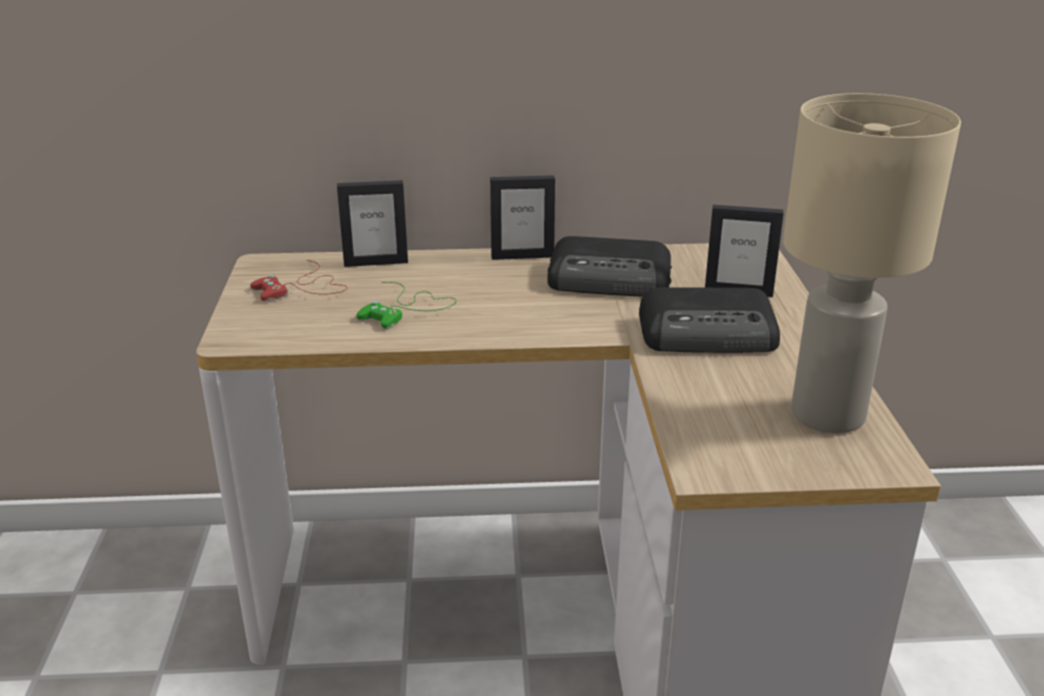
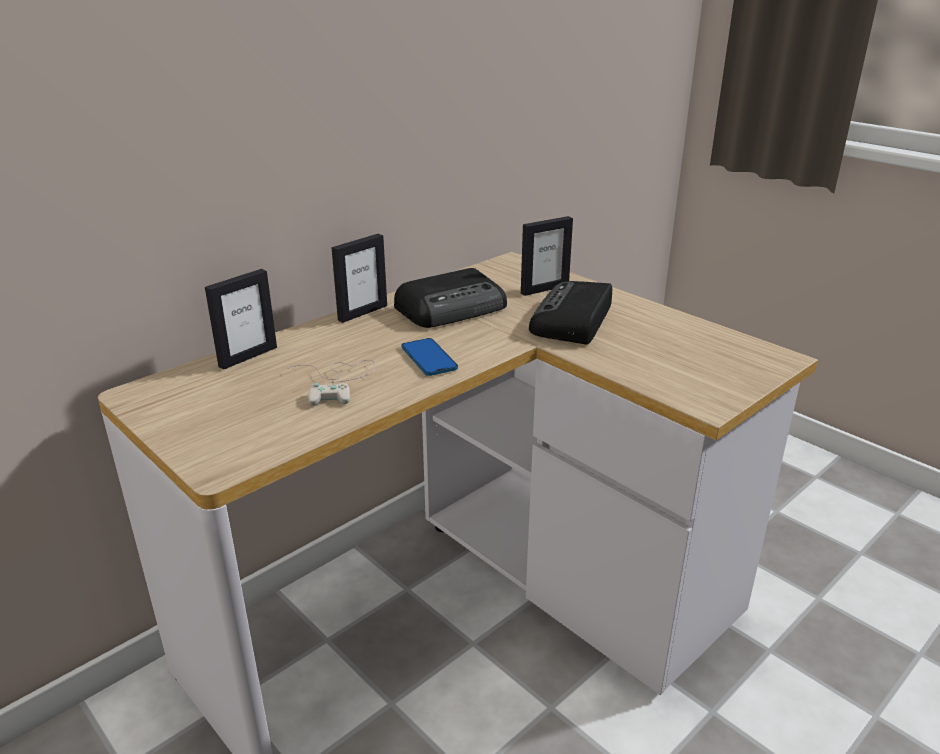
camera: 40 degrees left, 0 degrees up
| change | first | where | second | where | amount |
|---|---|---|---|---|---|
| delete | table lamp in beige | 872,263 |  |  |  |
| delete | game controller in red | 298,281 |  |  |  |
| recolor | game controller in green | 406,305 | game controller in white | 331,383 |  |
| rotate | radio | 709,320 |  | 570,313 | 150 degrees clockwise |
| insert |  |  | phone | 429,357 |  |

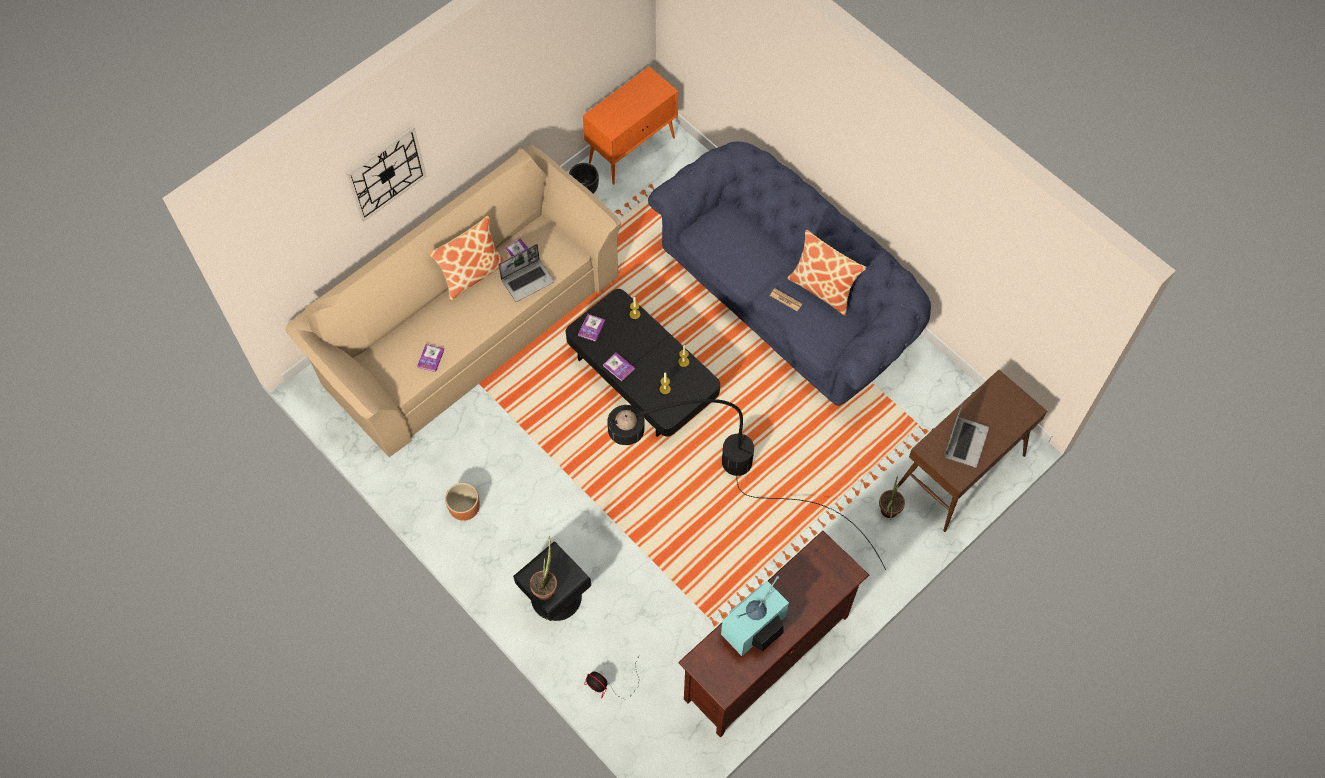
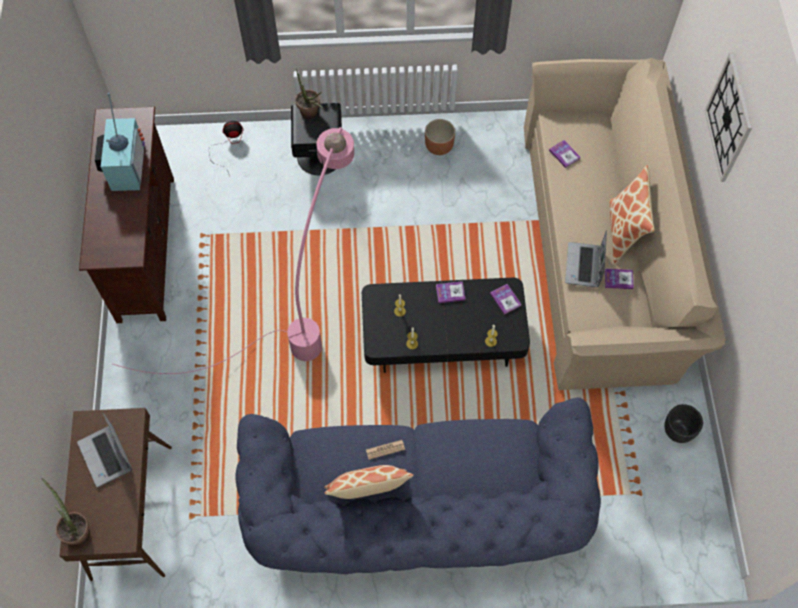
camera: 130 degrees right, 0 degrees up
| change | first | where | second | where | amount |
|---|---|---|---|---|---|
| delete | cabinet in orange | 630,125 |  |  |  |
| recolor | floor lamp in black | 747,484 | floor lamp in pink | 233,250 |  |
| move | potted plant | 892,498 |  | 66,511 |  |

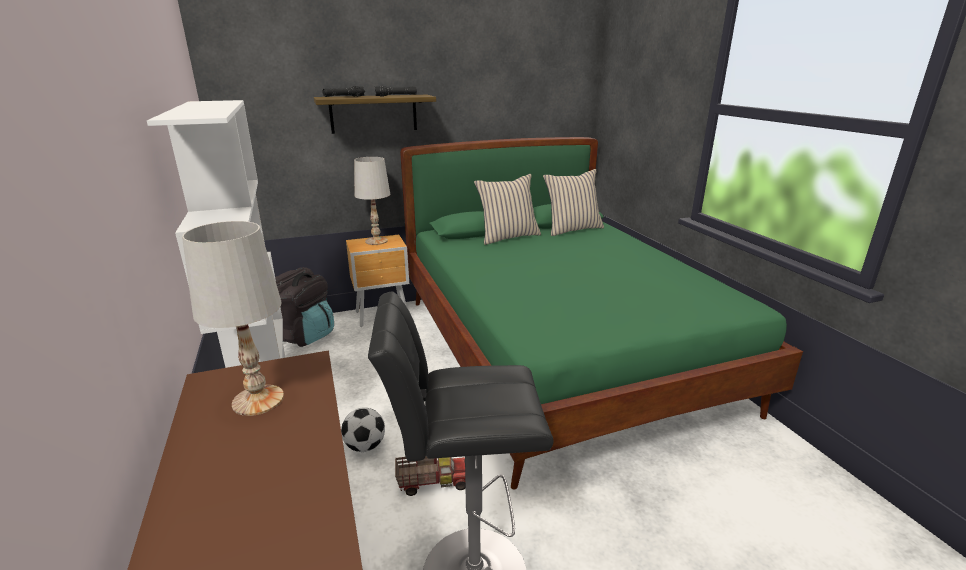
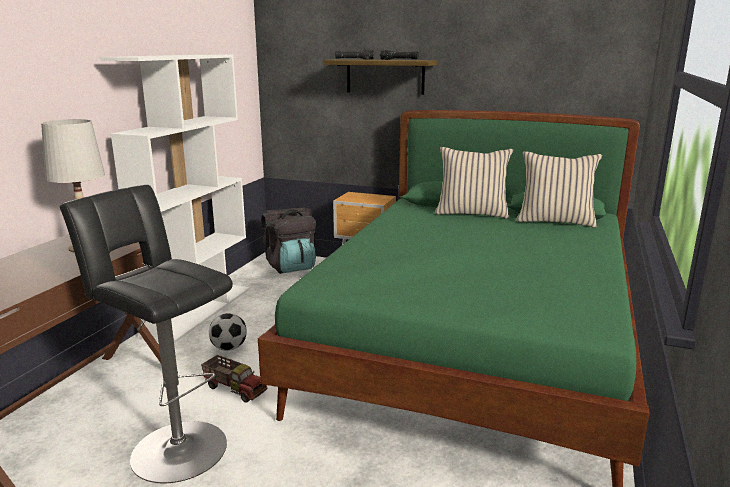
camera: 40 degrees right, 5 degrees down
| change | first | where | second | where | amount |
|---|---|---|---|---|---|
| delete | table lamp in white | 372,201 |  |  |  |

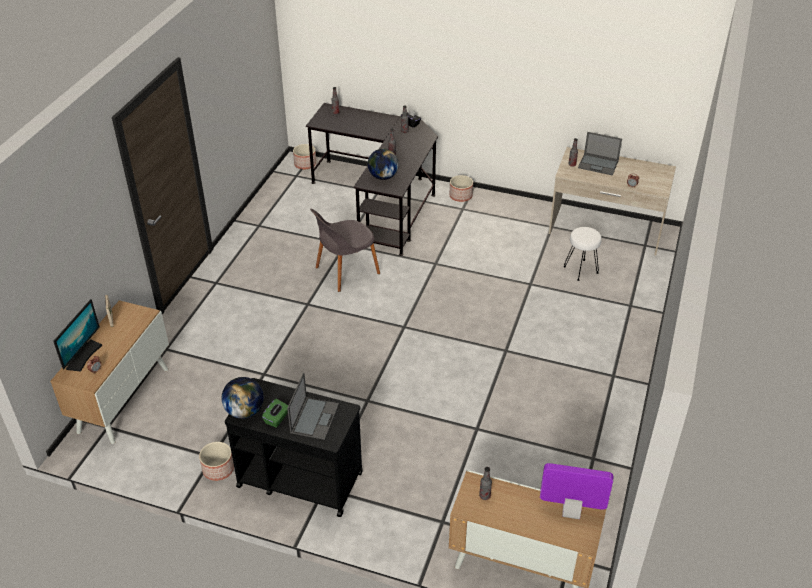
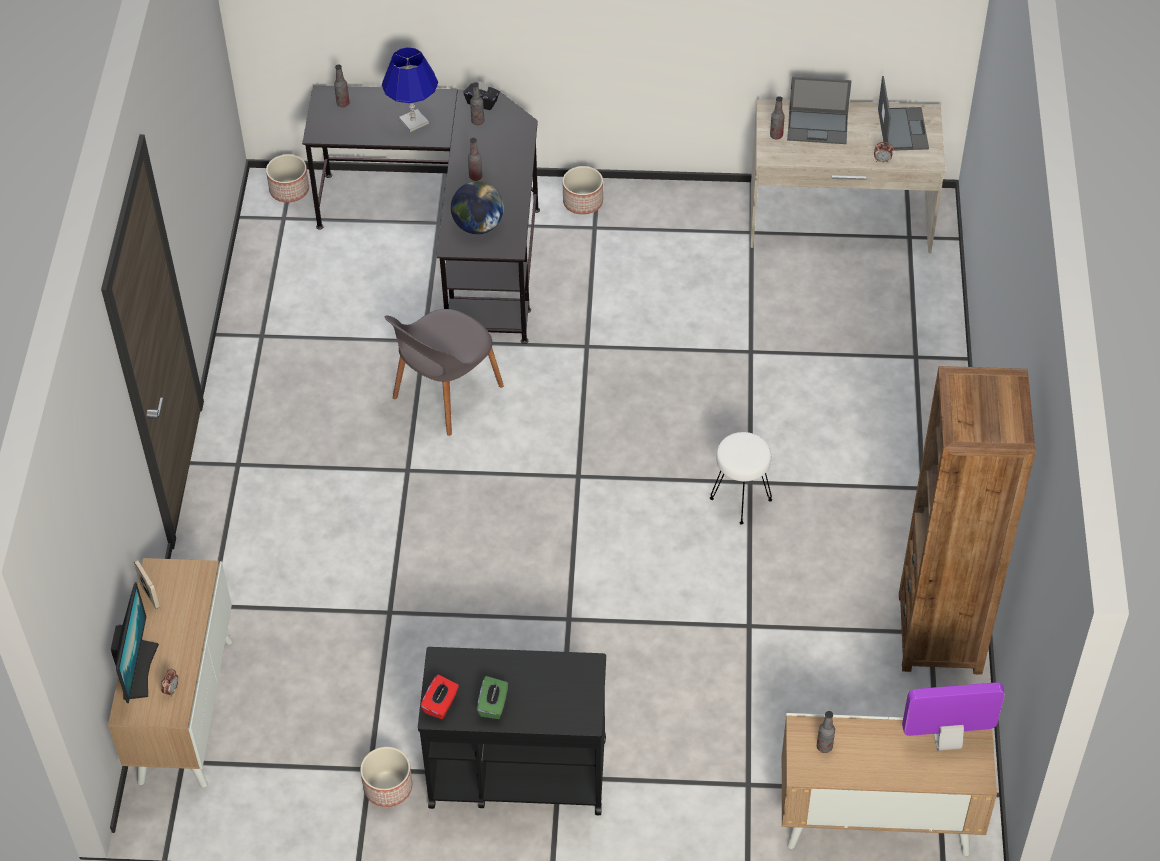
camera: 15 degrees left, 10 degrees up
| change | first | where | second | where | amount |
|---|---|---|---|---|---|
| move | stool in white | 583,254 |  | 741,478 |  |
| move | laptop | 313,406 |  | 903,113 |  |
| replace | globe | 243,398 | tissue box in red | 439,696 |  |
| insert |  |  | table lamp in blue | 410,89 |  |
| insert |  |  | bookcase in brown | 967,520 |  |

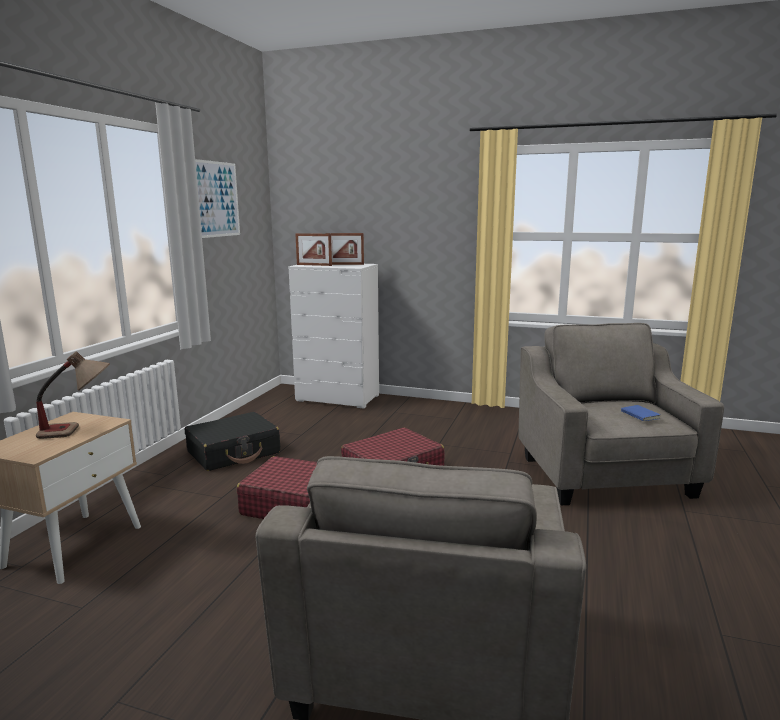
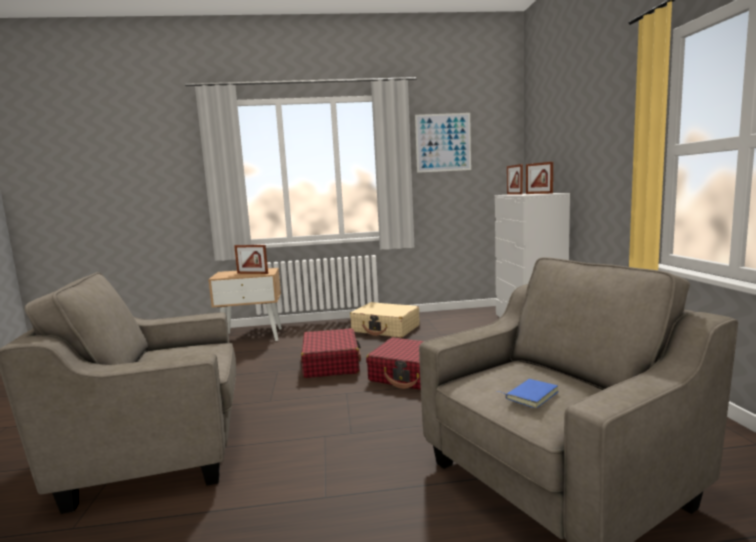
camera: 65 degrees right, 5 degrees down
| change | first | where | second | where | amount |
|---|---|---|---|---|---|
| replace | table lamp | 73,395 | picture frame | 251,259 |  |
| recolor | suitcase in black | 232,441 | suitcase in beige | 385,320 |  |

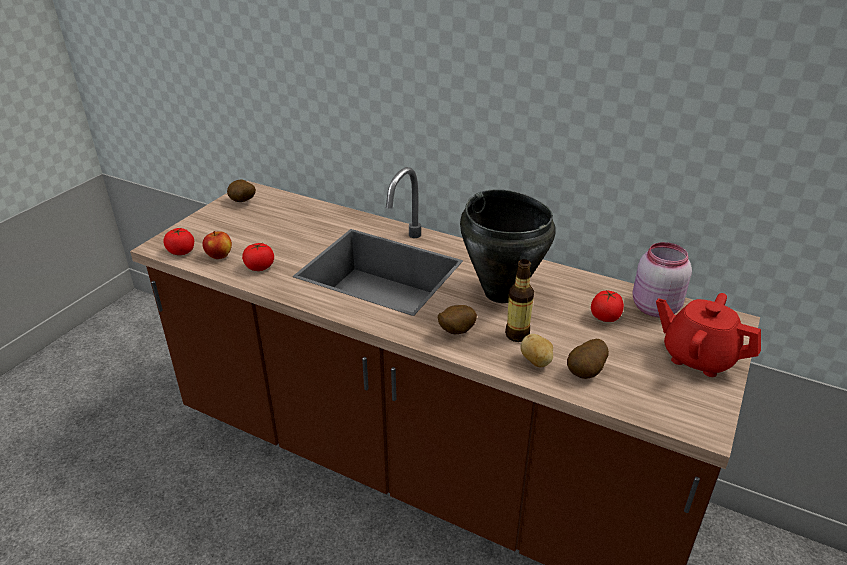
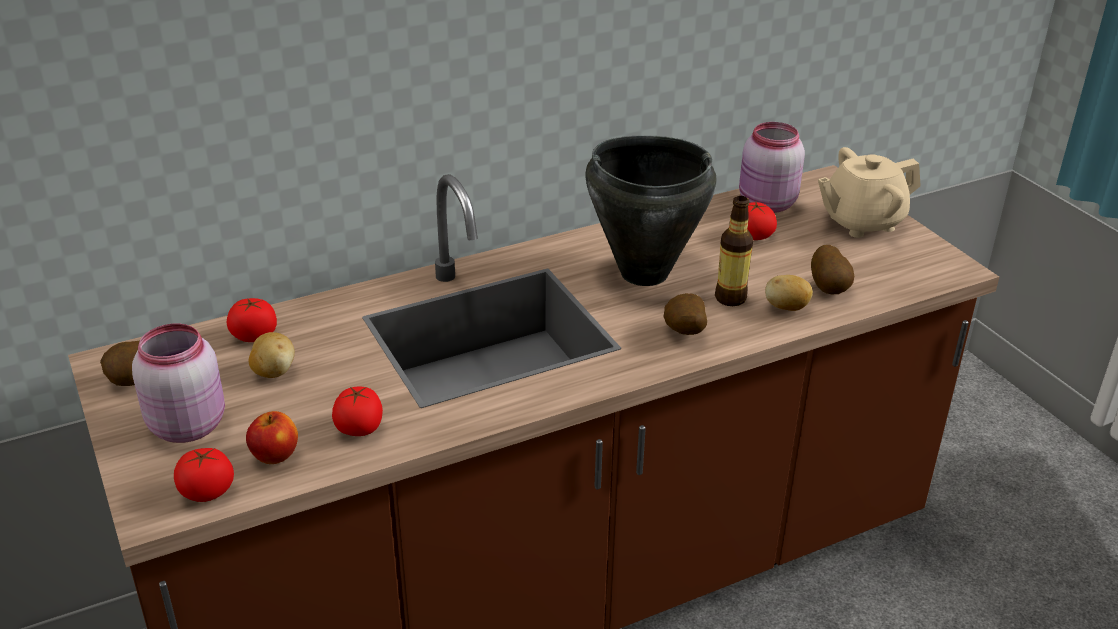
camera: 55 degrees left, 0 degrees up
| change | first | where | second | where | amount |
|---|---|---|---|---|---|
| recolor | teapot in red | 708,335 | teapot in beige | 869,192 |  |
| insert |  |  | tomato | 251,320 |  |
| insert |  |  | jar in pink | 178,383 |  |
| insert |  |  | potato | 272,355 |  |

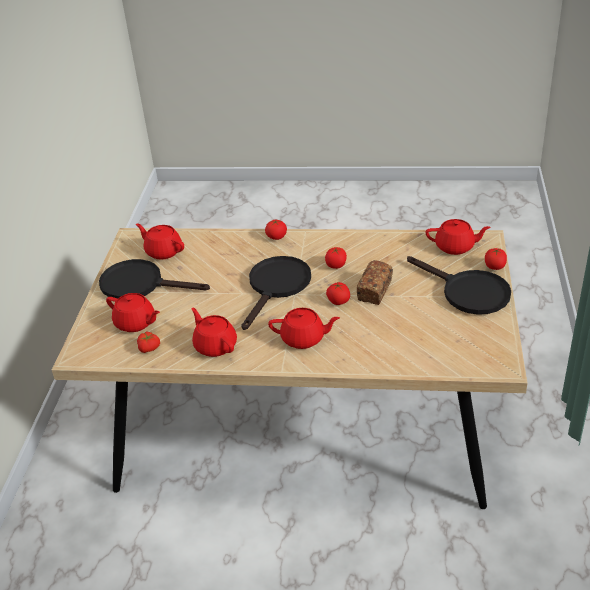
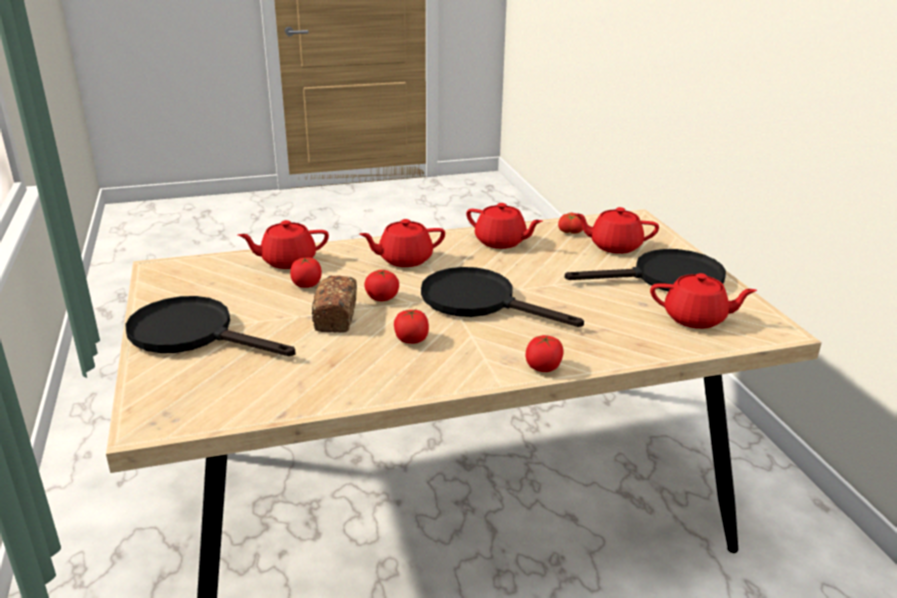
camera: 155 degrees right, 10 degrees down
| change | first | where | second | where | amount |
|---|---|---|---|---|---|
| move | teapot in red | 458,237 |  | 283,244 |  |
| move | tomato | 496,259 |  | 306,272 |  |
| rotate | frying pan in black | 276,293 |  | 502,297 | 120 degrees clockwise |

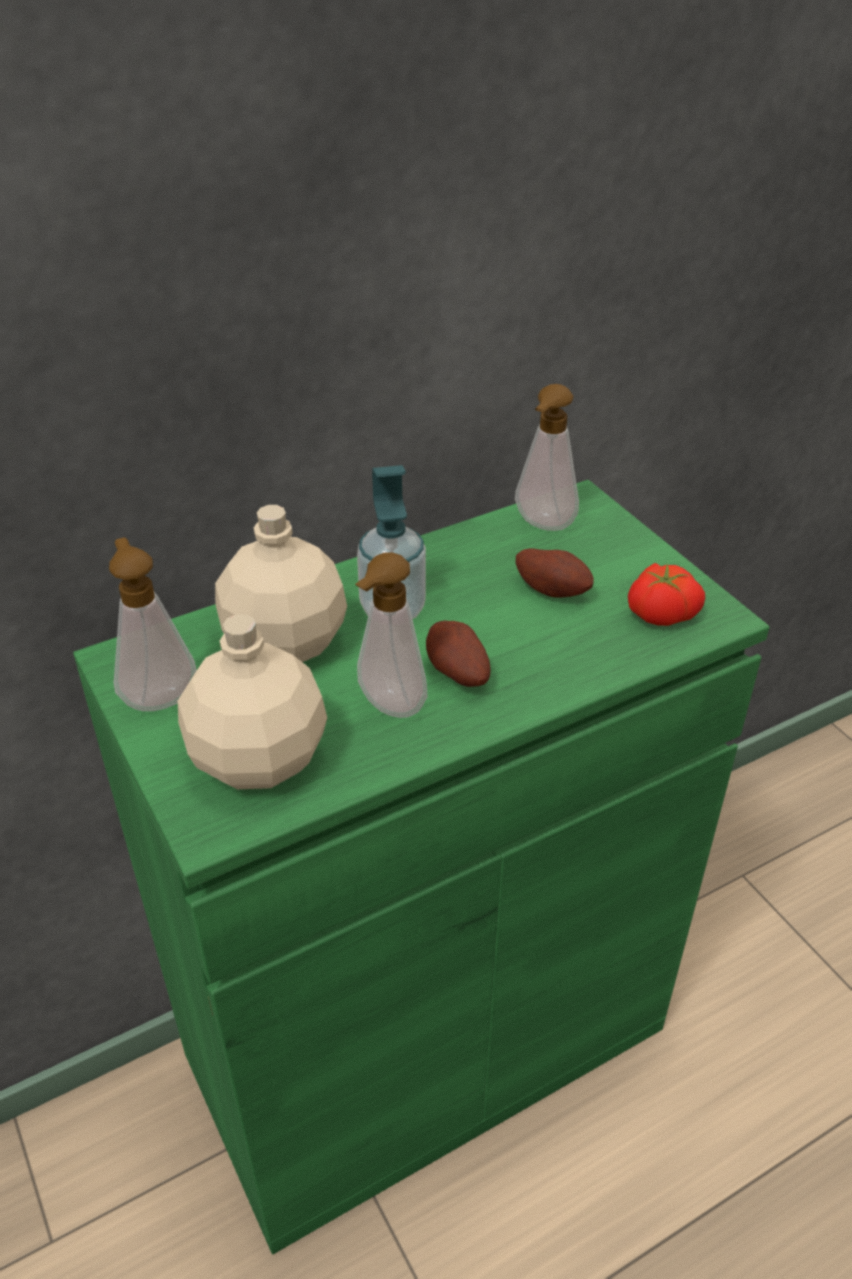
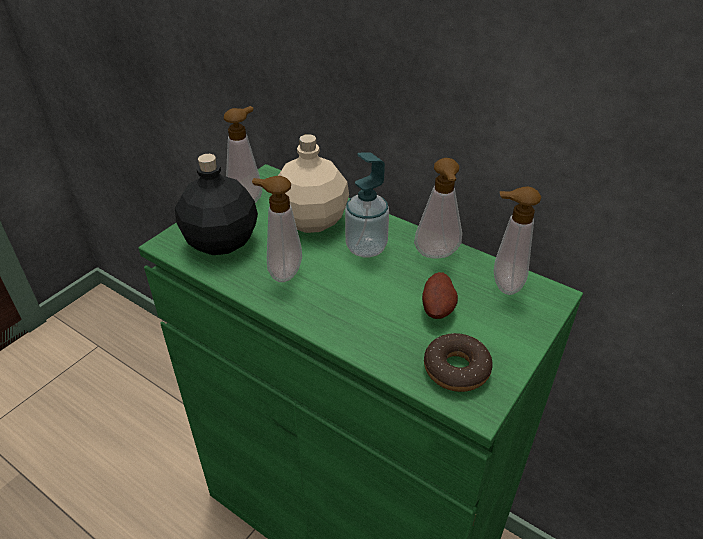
camera: 65 degrees right, 0 degrees up
| change | first | where | second | where | amount |
|---|---|---|---|---|---|
| replace | tomato | 666,594 | donut | 458,362 |  |
| recolor | bottle in beige | 252,701 | bottle in black | 216,204 |  |
| delete | potato | 458,654 |  |  |  |
| insert |  |  | soap dispenser | 438,208 |  |

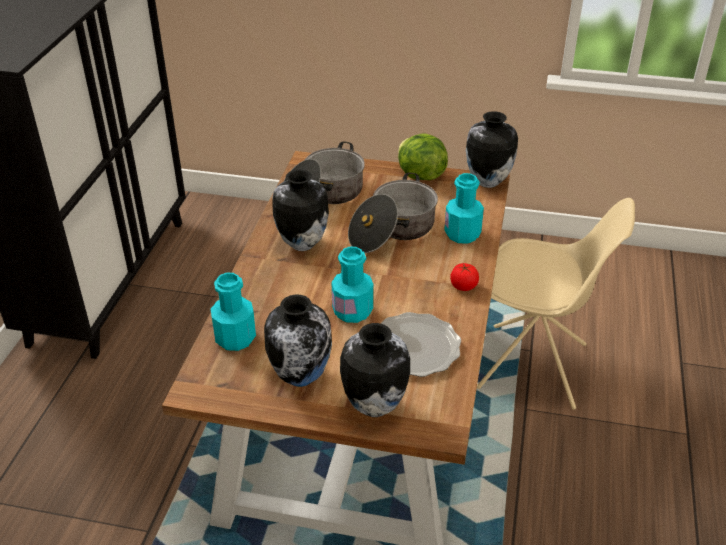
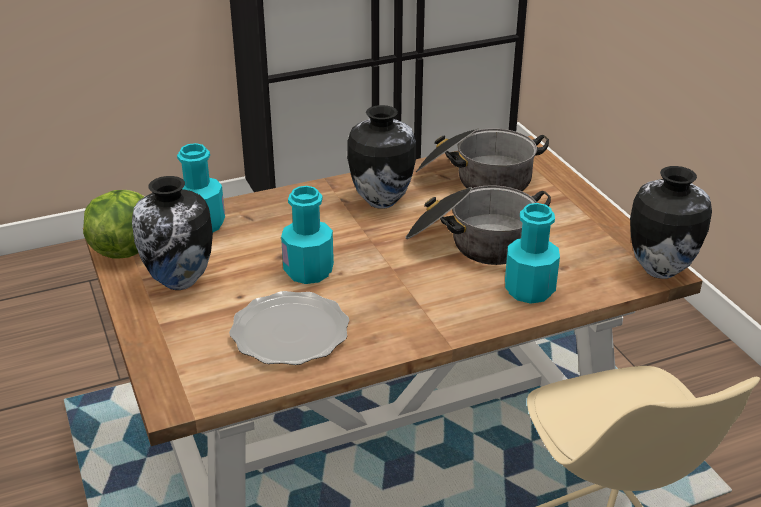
camera: 55 degrees right, 5 degrees down
| change | first | where | second | where | amount |
|---|---|---|---|---|---|
| move | lettuce | 423,156 |  | 114,224 |  |
| delete | tomato | 464,277 |  |  |  |
| delete | vase | 375,370 |  |  |  |

